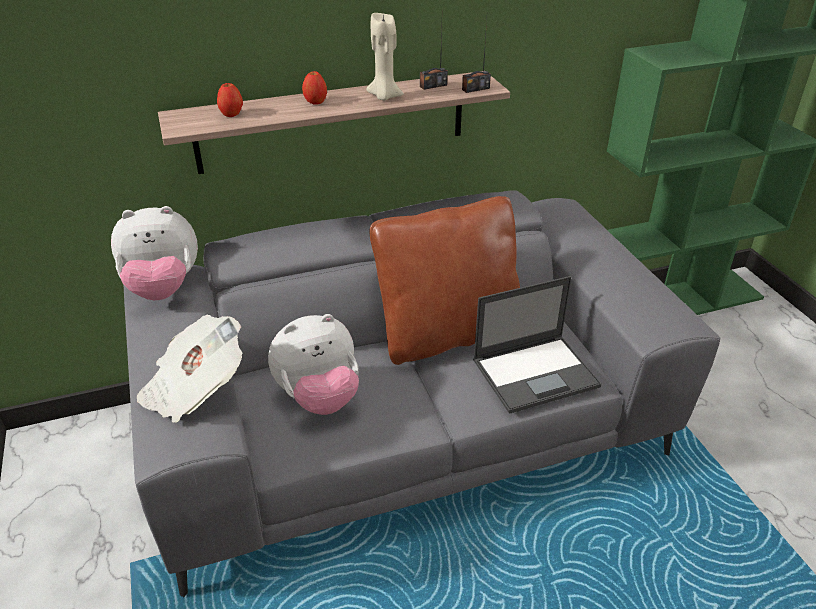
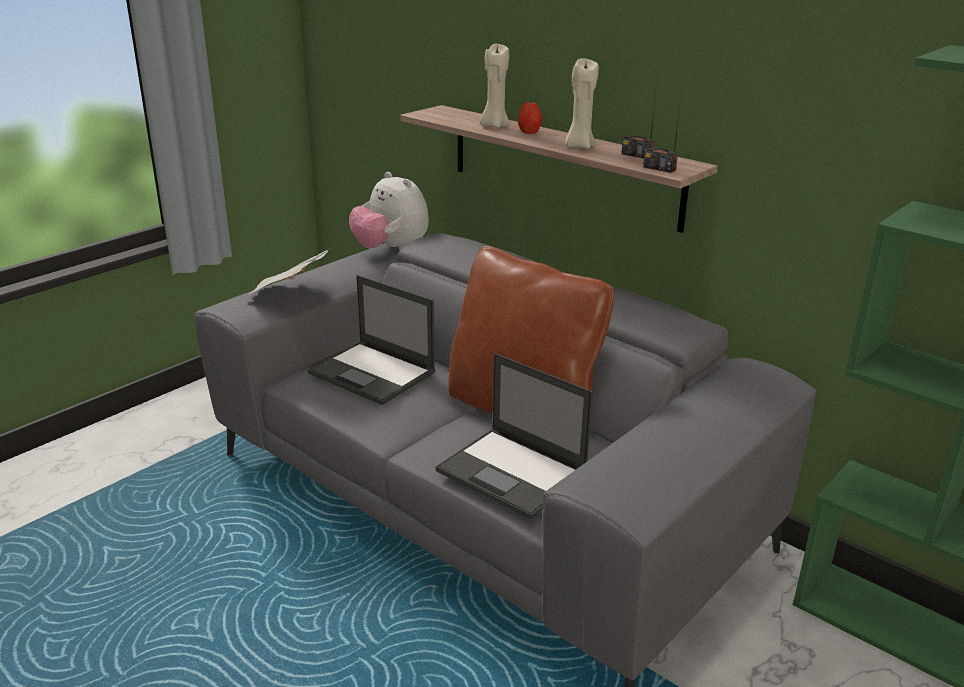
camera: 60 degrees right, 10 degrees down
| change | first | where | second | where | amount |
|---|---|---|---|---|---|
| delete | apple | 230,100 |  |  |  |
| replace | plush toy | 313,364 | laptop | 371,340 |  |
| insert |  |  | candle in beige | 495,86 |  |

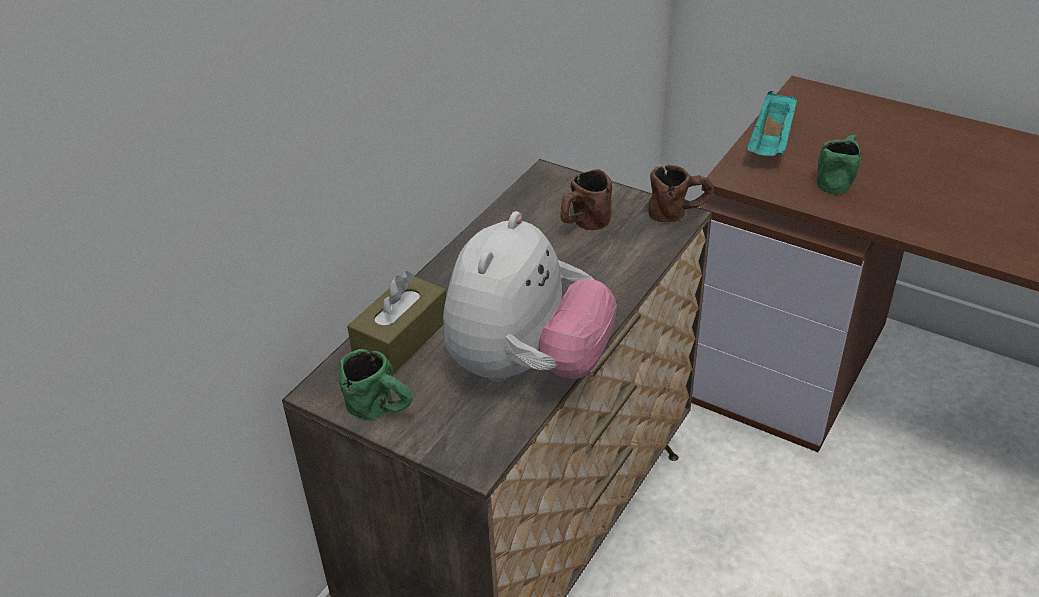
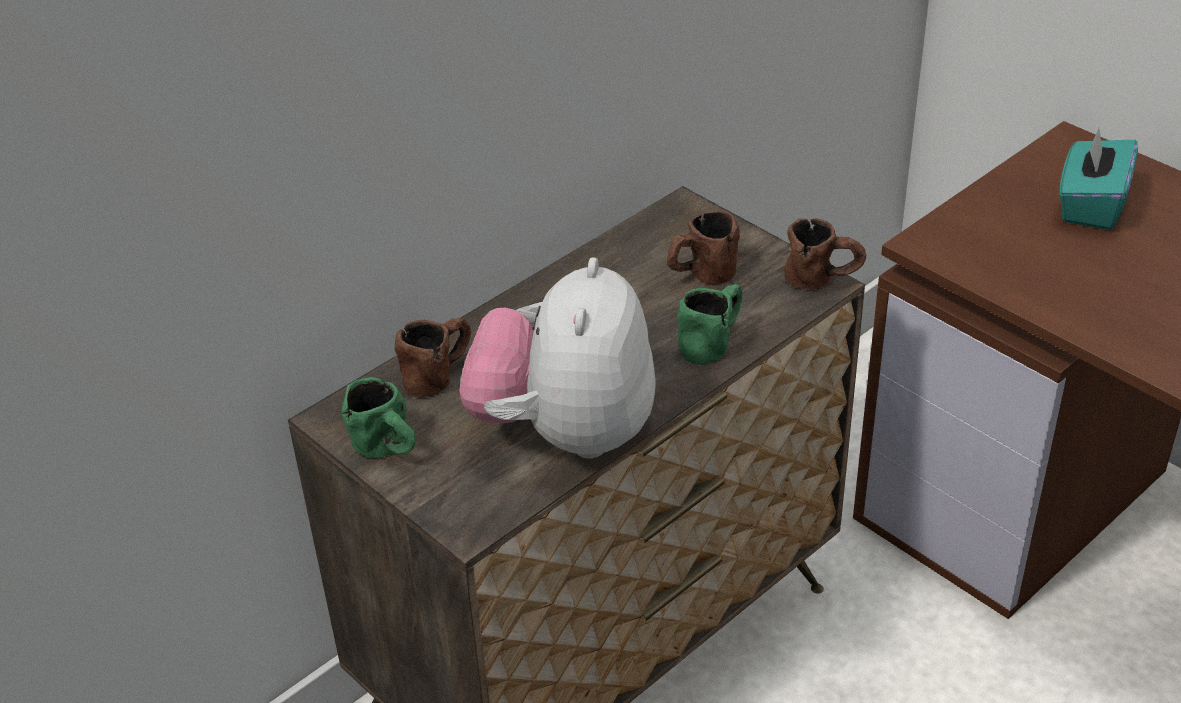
camera: 15 degrees right, 0 degrees up
| change | first | where | second | where | amount |
|---|---|---|---|---|---|
| delete | tray in turquoise | 772,123 |  |  |  |
| move | mug in green | 839,165 |  | 710,324 |  |
| rotate | plush toy | 530,296 |  | 557,358 | 150 degrees clockwise |
| replace | tissue box in brown | 396,322 | mug in brown | 432,358 |  |
| insert |  |  | tissue box in turquoise | 1098,178 |  |

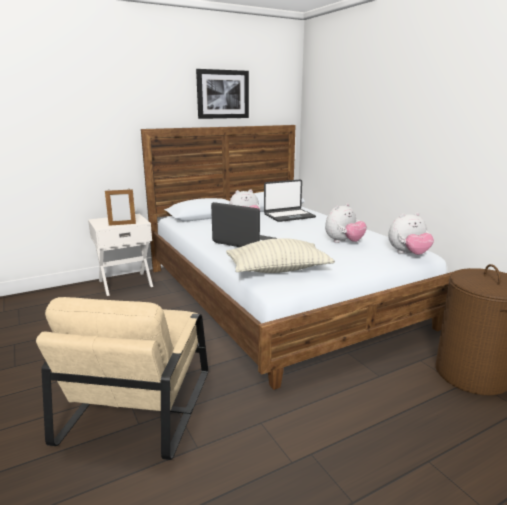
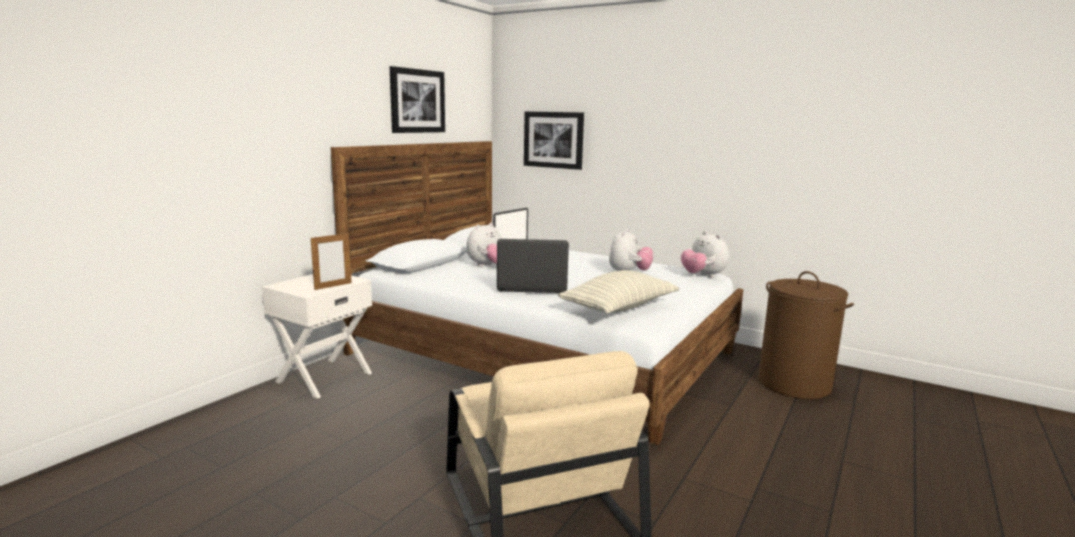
camera: 30 degrees left, 5 degrees down
| change | first | where | second | where | amount |
|---|---|---|---|---|---|
| rotate | plush toy | 411,234 |  | 705,254 | 105 degrees clockwise |
| insert |  |  | picture | 554,140 |  |

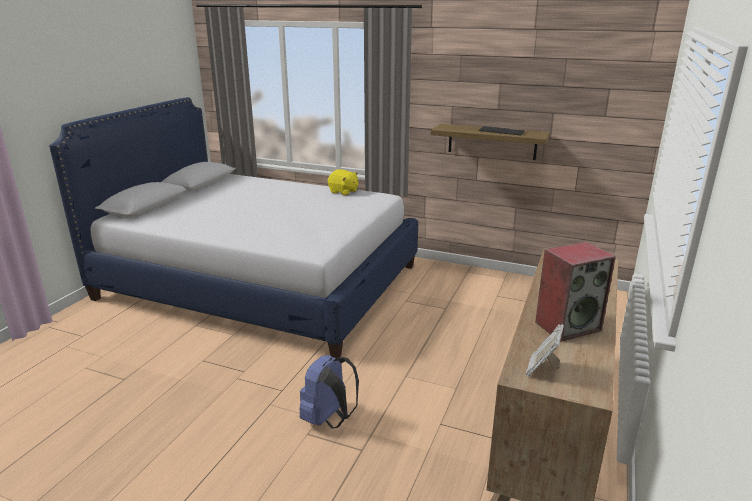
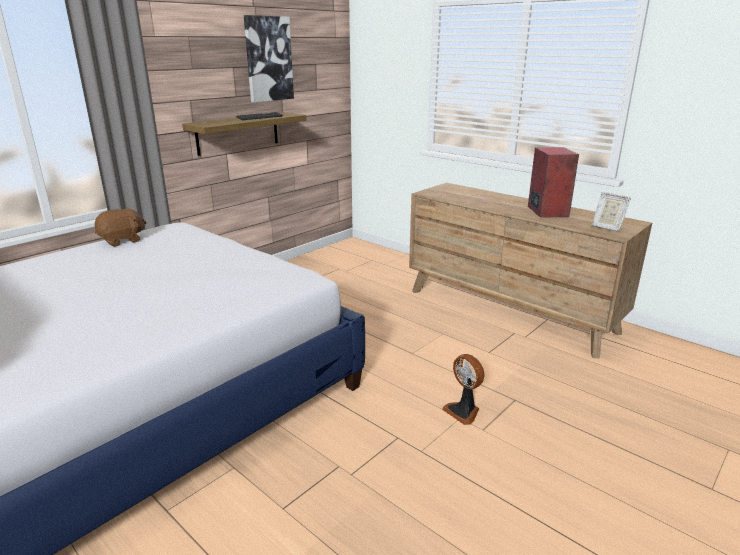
camera: 70 degrees left, 0 degrees up
| change | first | where | second | where | amount |
|---|---|---|---|---|---|
| recolor | plush toy in yellow | 343,182 | plush toy in brown | 120,227 |  |
| replace | backpack in blue | 329,392 | fan | 463,389 |  |
| insert |  |  | picture | 269,58 |  |

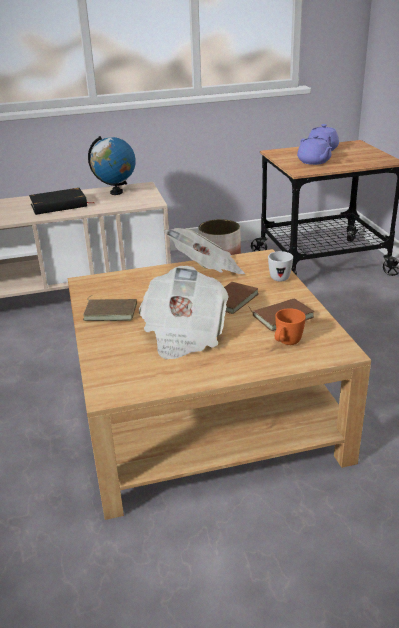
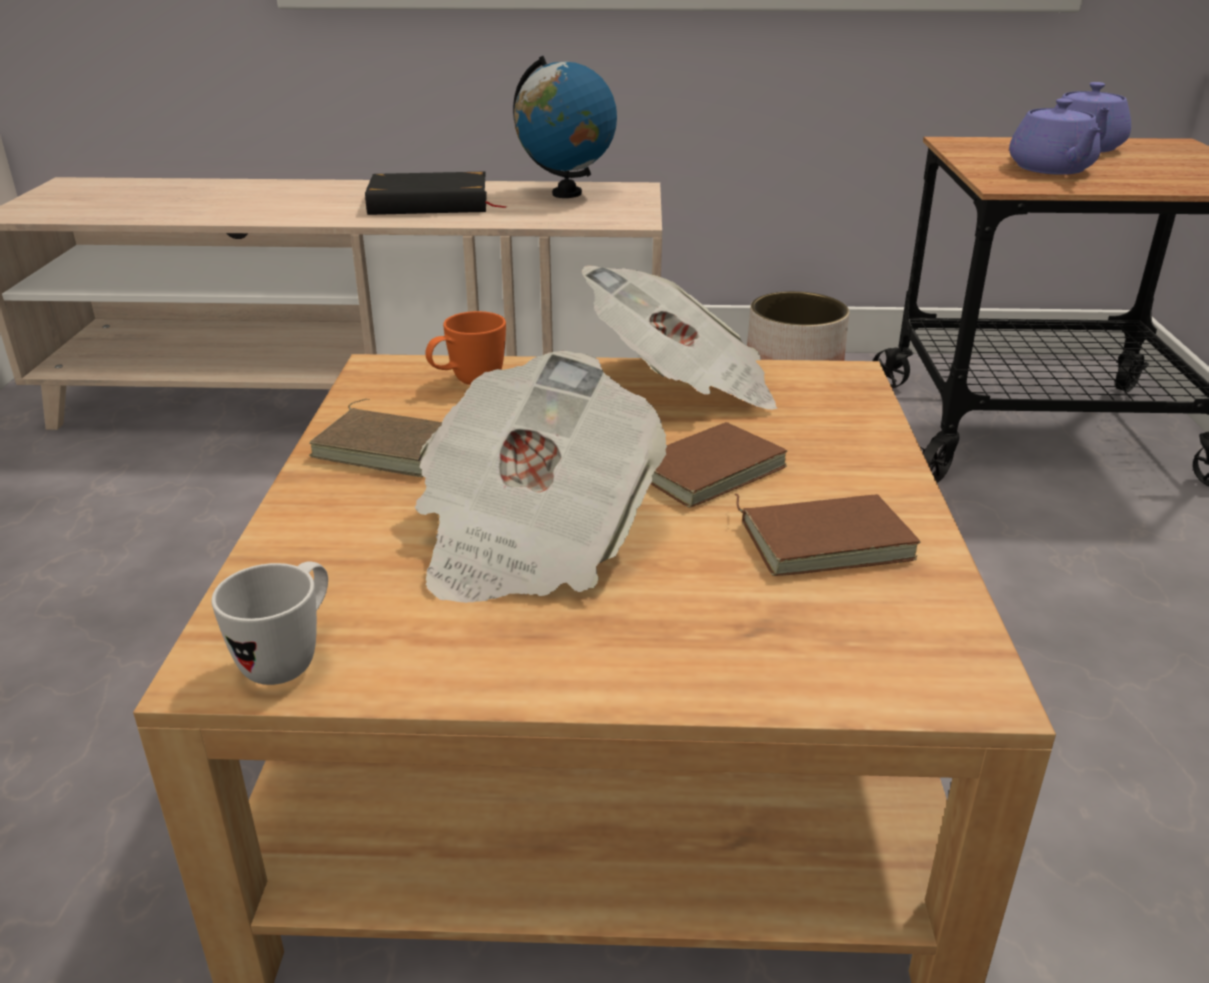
camera: 15 degrees right, 0 degrees up
| change | first | where | second | where | amount |
|---|---|---|---|---|---|
| move | mug in white | 280,266 |  | 270,623 |  |
| move | mug in orange | 290,326 |  | 465,348 |  |

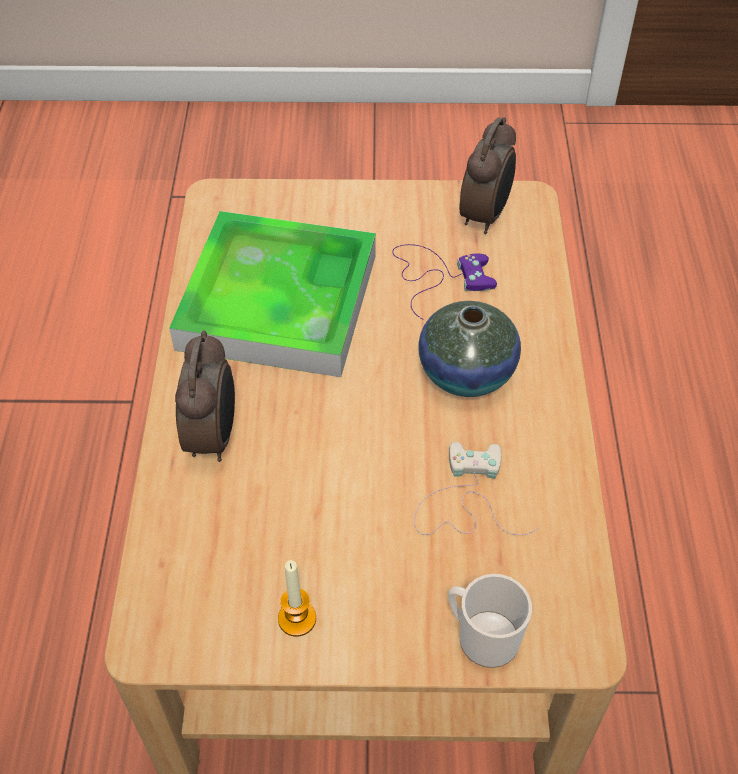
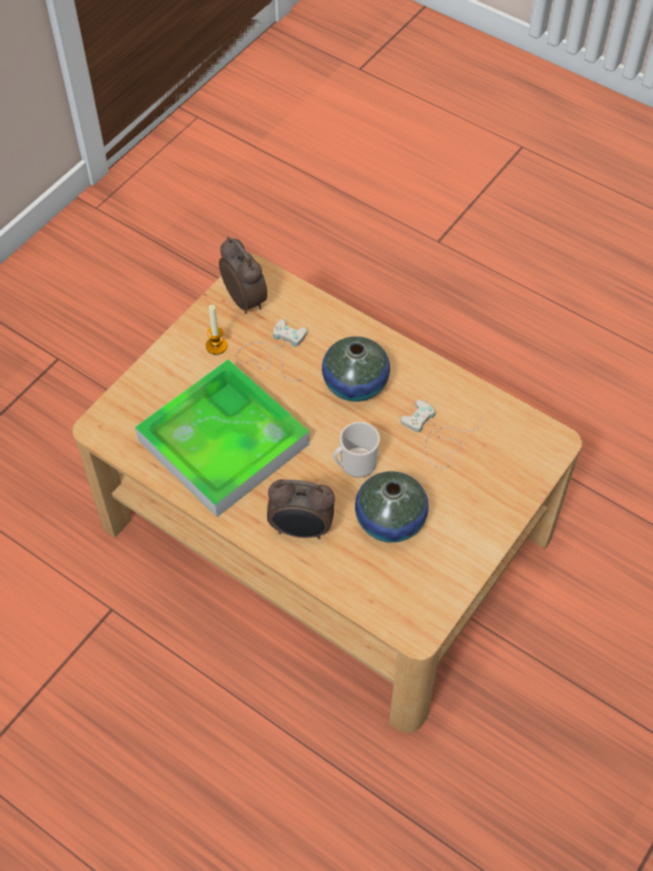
camera: 55 degrees left, 5 degrees up
| change | first | where | second | where | amount |
|---|---|---|---|---|---|
| recolor | game controller in purple | 444,282 | game controller in white | 271,350 |  |
| rotate | alarm clock | 205,396 |  | 301,509 | 150 degrees clockwise |
| move | candle | 297,598 |  | 216,330 |  |
| move | mug | 490,621 |  | 356,450 |  |
| insert |  |  | vase | 392,507 |  |

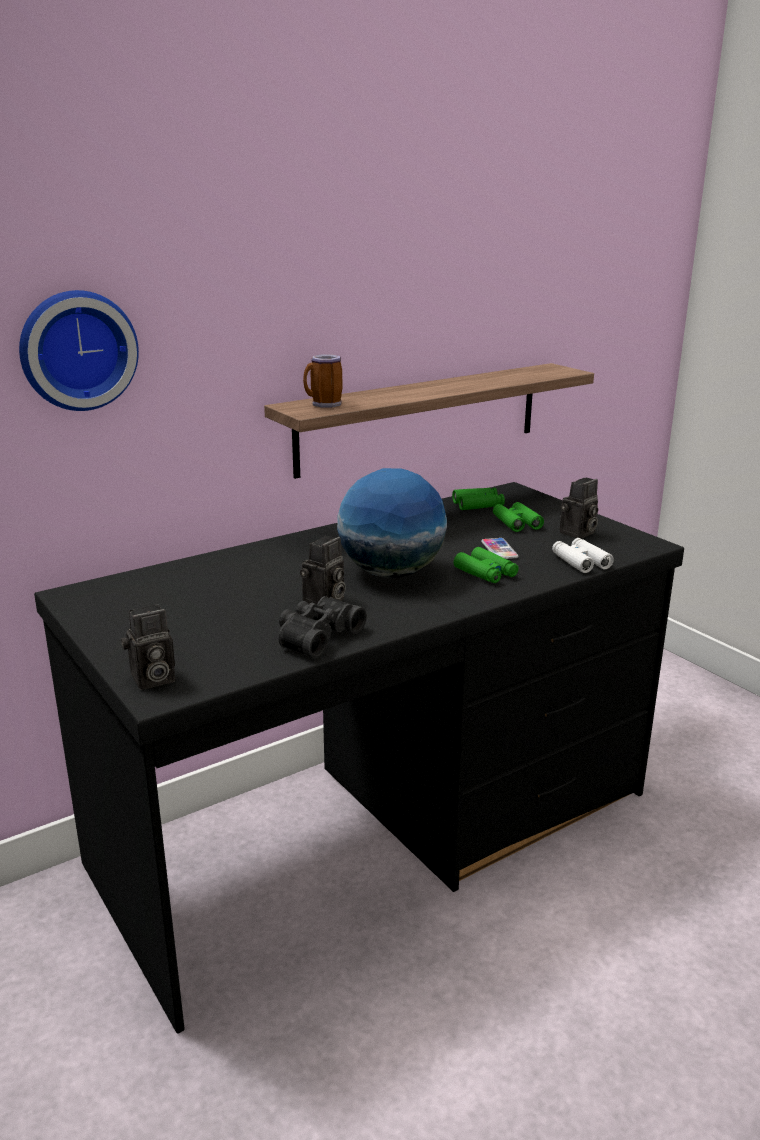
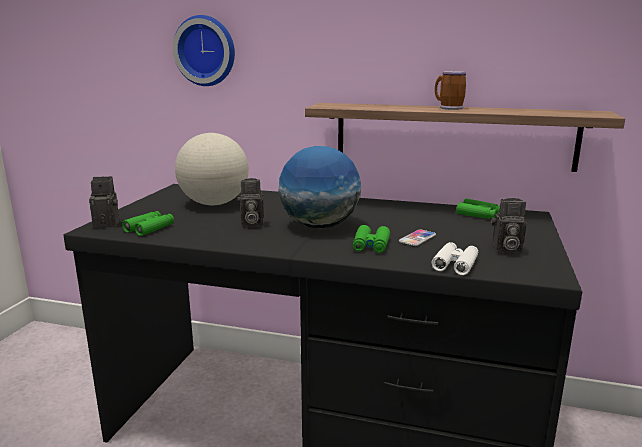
camera: 50 degrees right, 5 degrees down
| change | first | where | second | where | amount |
|---|---|---|---|---|---|
| move | mug | 322,380 |  | 450,90 |  |
| move | binoculars in green | 518,517 |  | 148,223 |  |
| delete | binoculars in black | 322,627 |  |  |  |
| rotate | photo camera | 148,647 |  | 104,202 | 150 degrees clockwise |
| insert |  |  | globe | 212,169 |  |

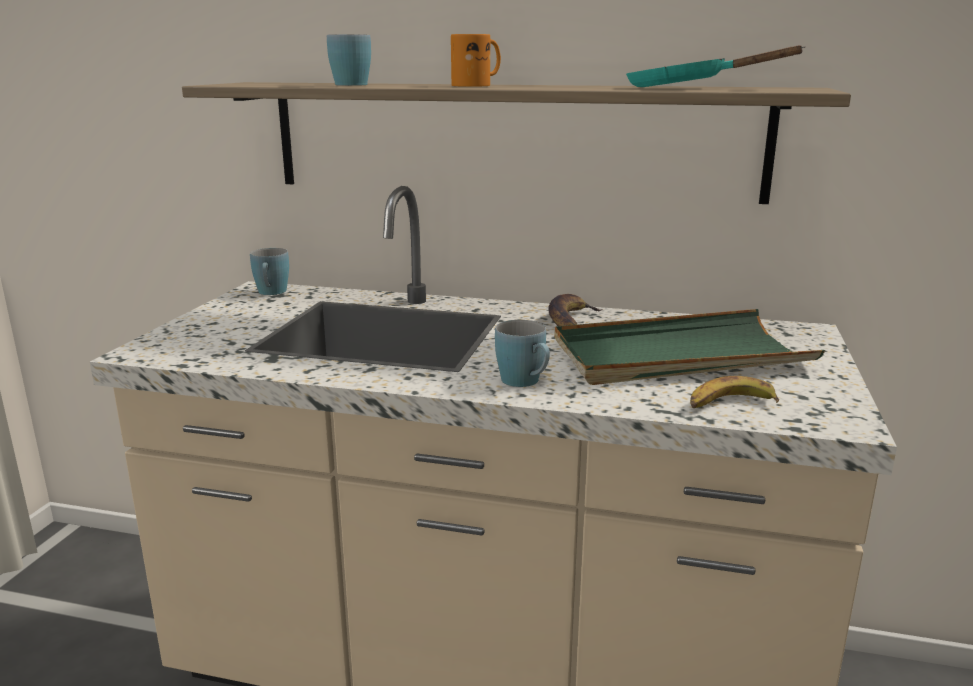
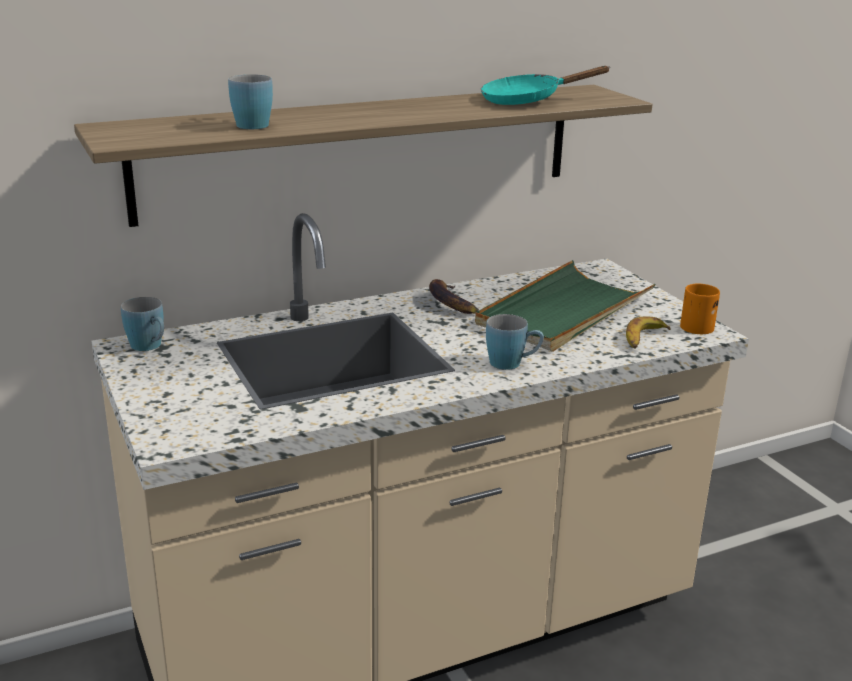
camera: 40 degrees left, 5 degrees up
| change | first | where | second | where | amount |
|---|---|---|---|---|---|
| move | mug in orange | 476,60 |  | 700,309 |  |

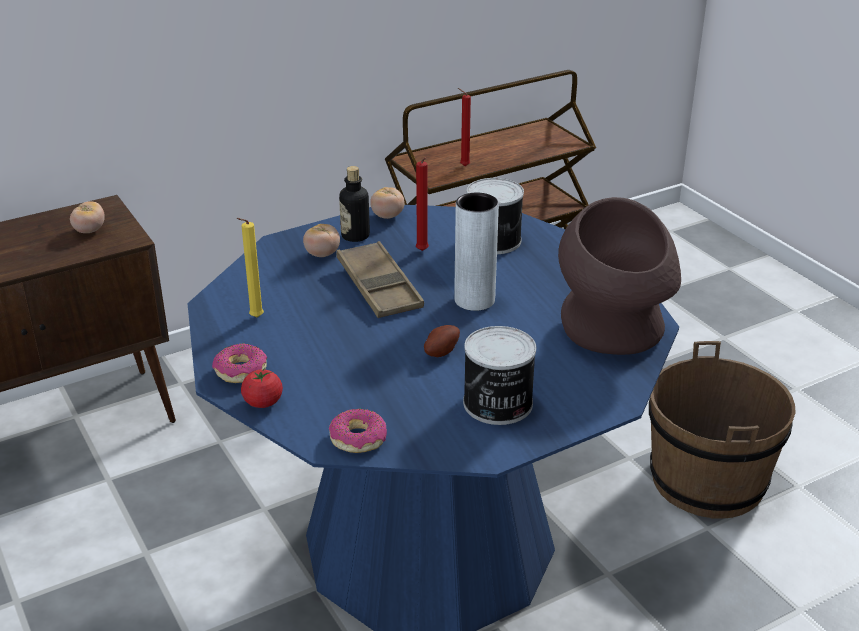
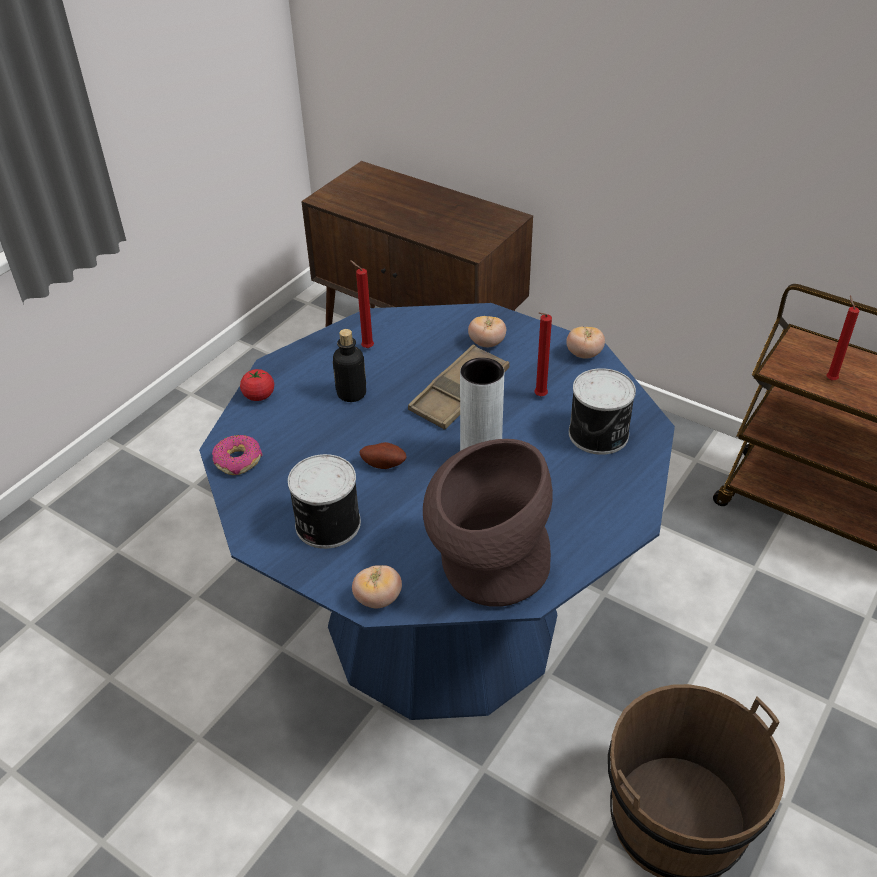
camera: 65 degrees right, 10 degrees up
| change | first | where | second | where | amount |
|---|---|---|---|---|---|
| move | bottle | 354,204 |  | 349,365 |  |
| move | tomato | 87,217 |  | 377,586 |  |
| recolor | candle in yellow | 250,267 | candle in red | 362,304 |  |
| delete | donut | 239,363 |  |  |  |

